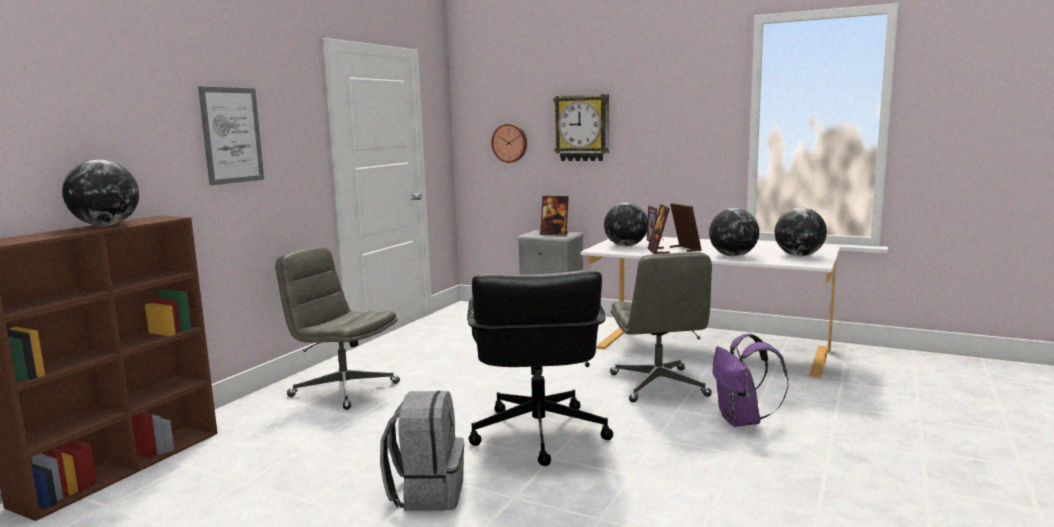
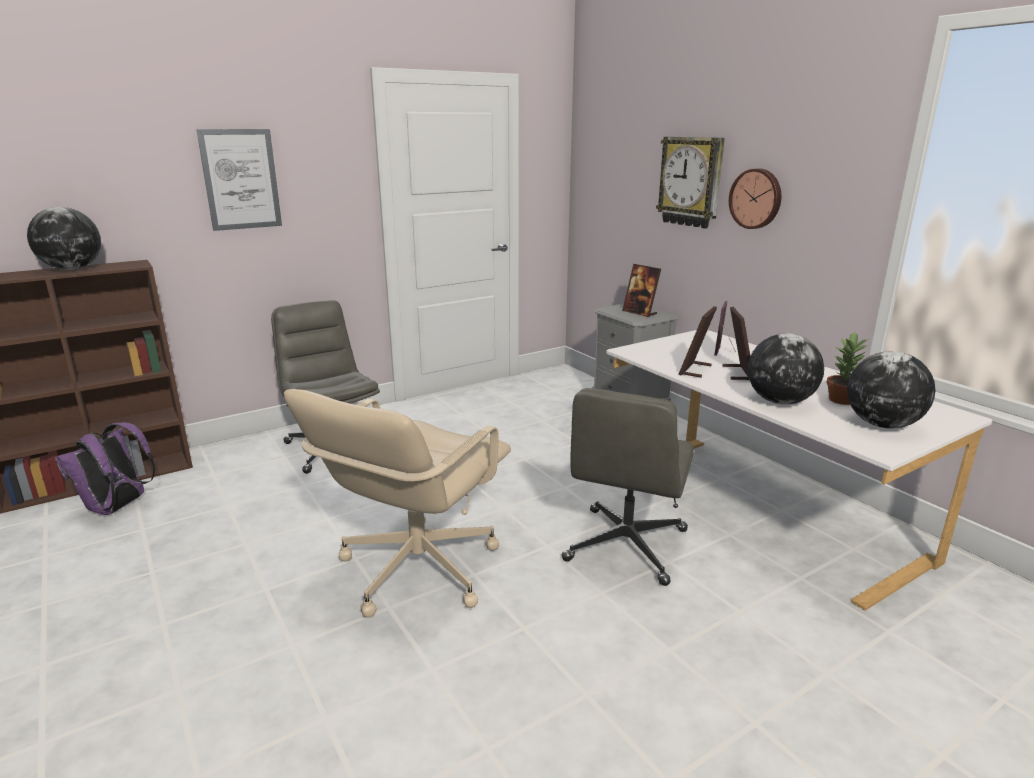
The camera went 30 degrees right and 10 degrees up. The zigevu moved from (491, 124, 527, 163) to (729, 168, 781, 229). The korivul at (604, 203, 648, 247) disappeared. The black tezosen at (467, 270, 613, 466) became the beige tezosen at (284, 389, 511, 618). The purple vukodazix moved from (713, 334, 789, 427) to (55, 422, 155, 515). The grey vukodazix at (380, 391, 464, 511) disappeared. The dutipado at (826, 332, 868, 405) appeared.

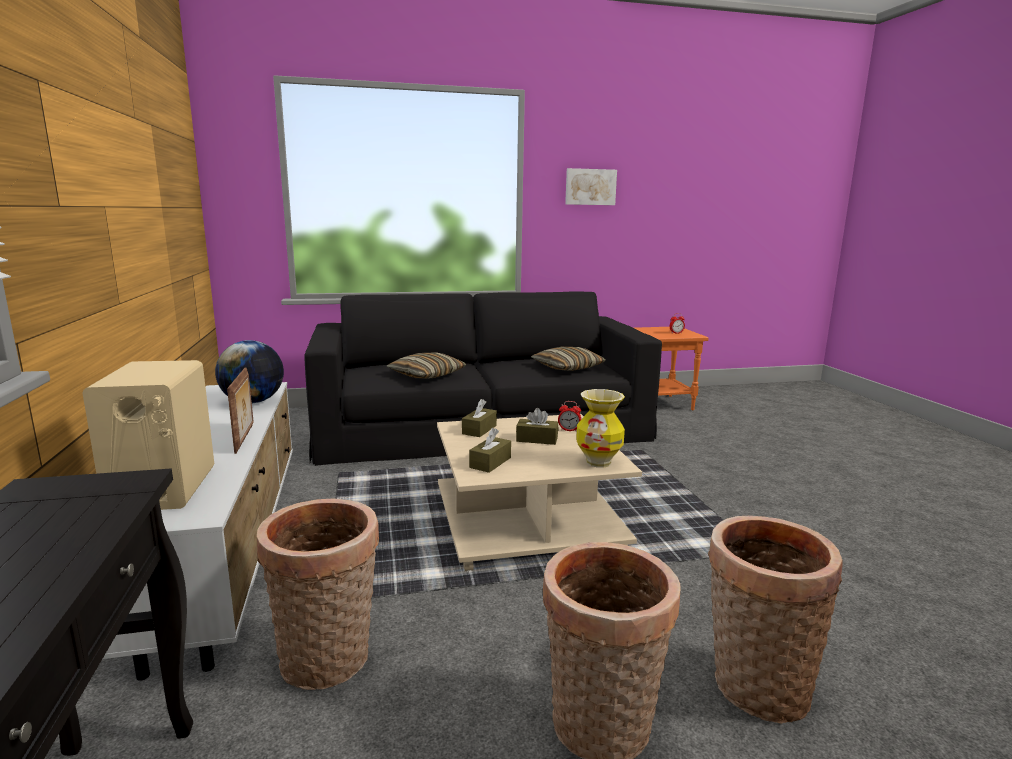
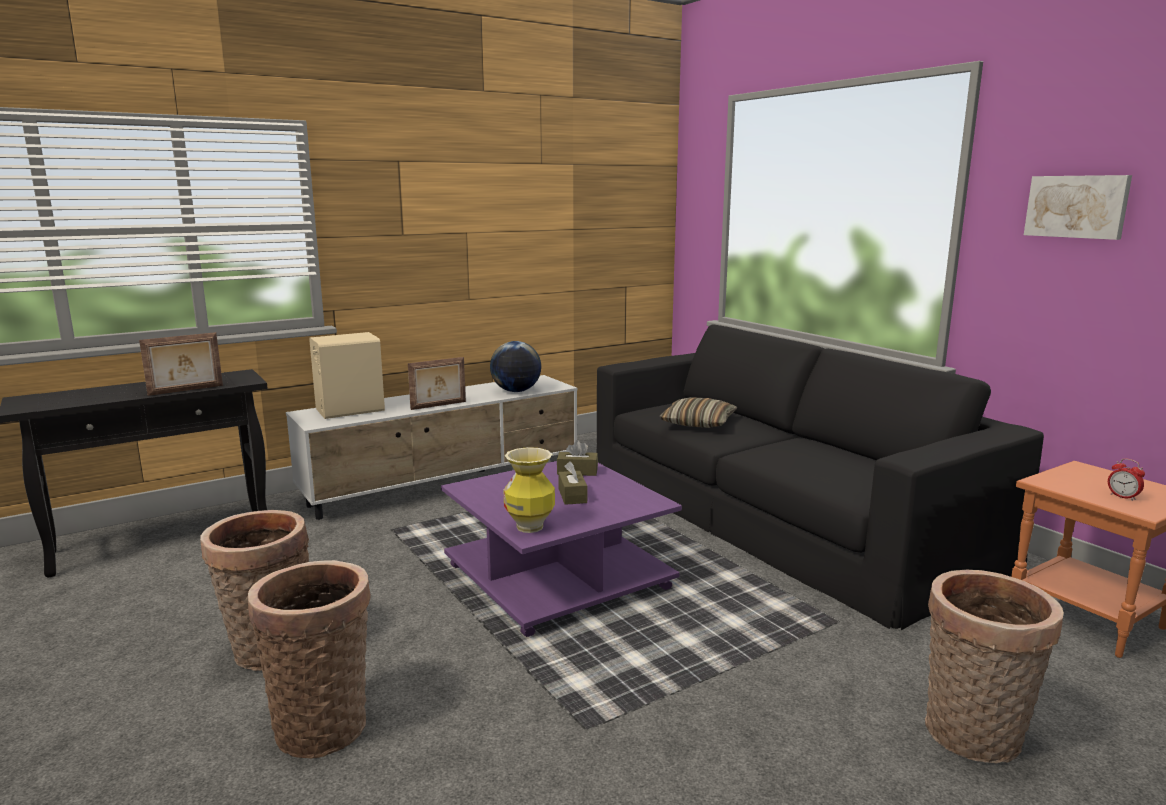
The camera went 70 degrees right and 0 degrees up. The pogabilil at (531, 347, 606, 371) disappeared. The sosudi at (558, 401, 581, 432) disappeared. The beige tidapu at (437, 414, 642, 571) became the purple tidapu at (441, 461, 682, 637). The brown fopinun at (469, 428, 511, 473) disappeared. The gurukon moved from (257, 499, 379, 690) to (925, 570, 1064, 764). The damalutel at (139, 332, 223, 396) appeared.

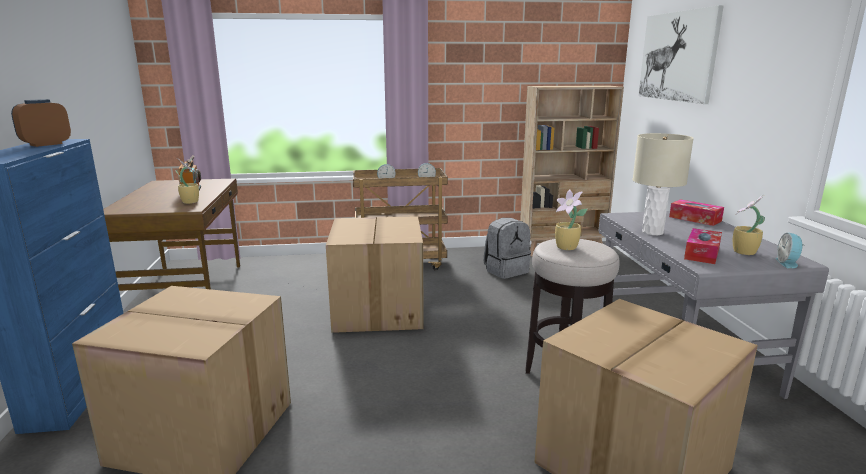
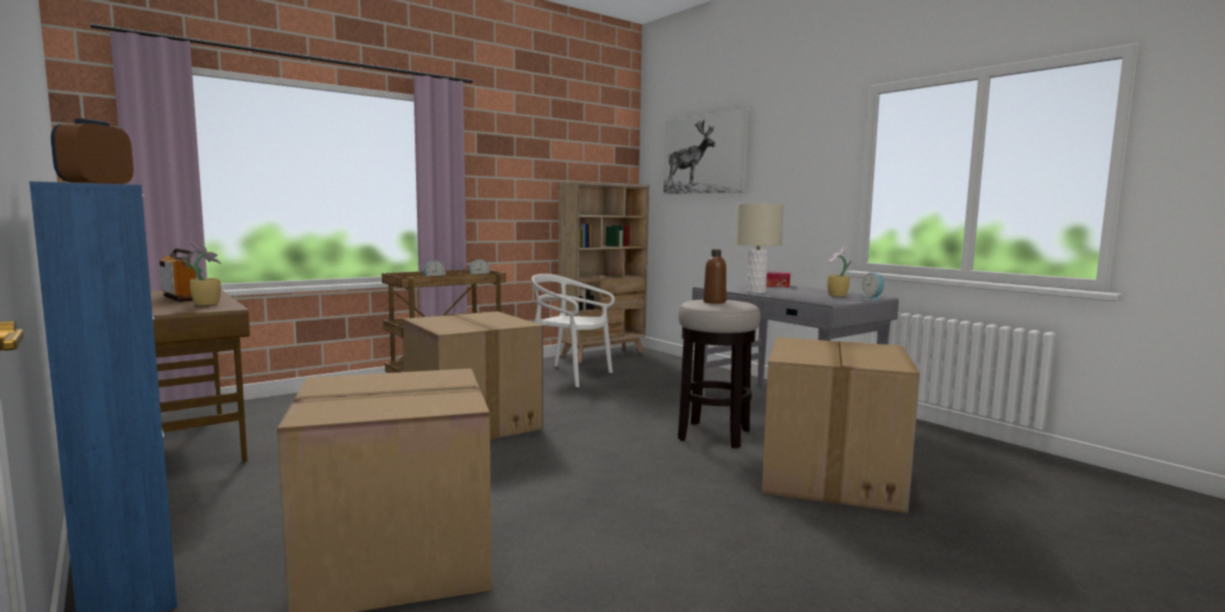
The camera went 30 degrees left and 10 degrees down. The dutipado at (555, 190, 588, 250) was replaced by the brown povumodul at (703, 249, 726, 304). The grey vukodazix at (484, 218, 531, 279) was replaced by the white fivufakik at (532, 274, 615, 388). The fopinun at (684, 228, 722, 264) disappeared.

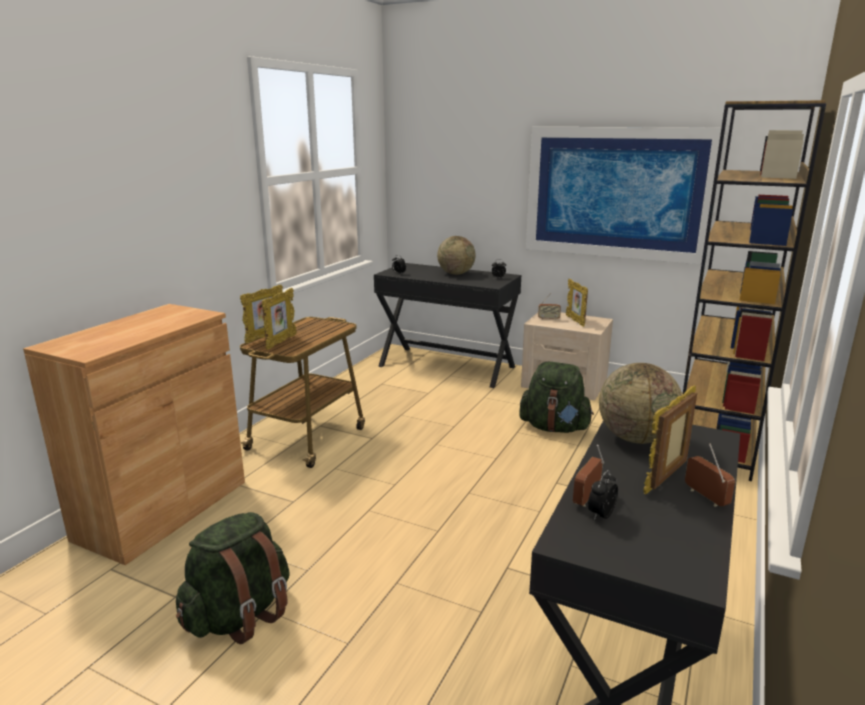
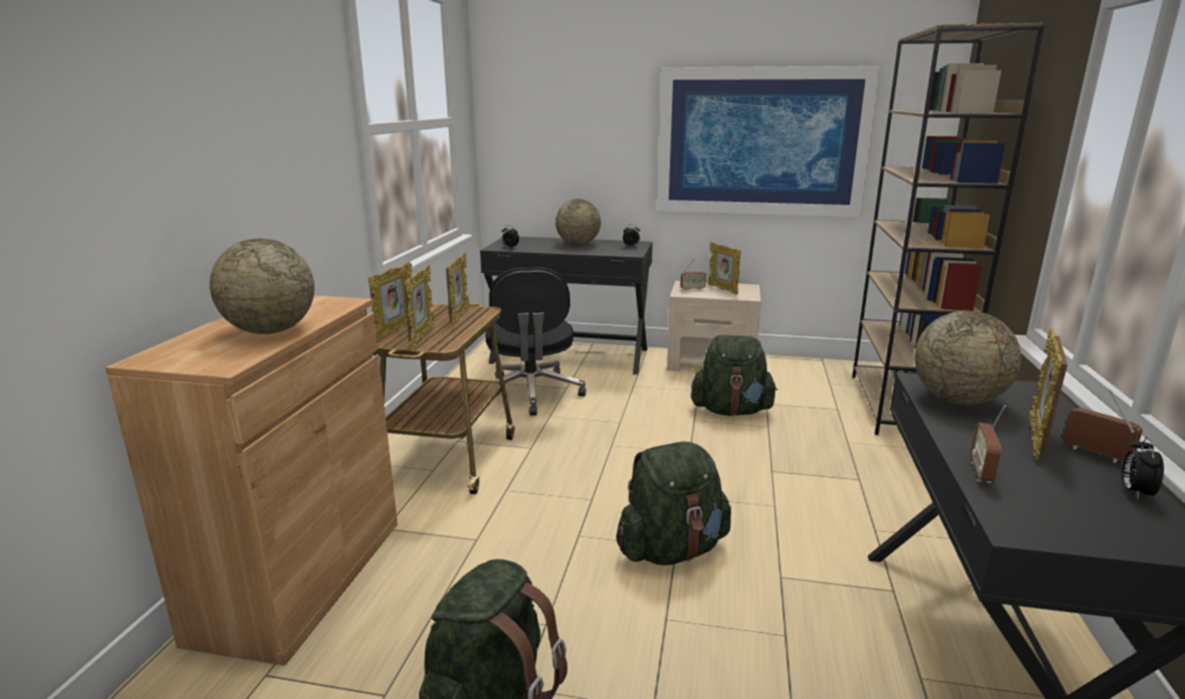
The camera went 15 degrees left and 0 degrees up. The sosudi moved from (588, 470, 618, 520) to (1122, 436, 1164, 500). The korivul at (210, 239, 315, 334) appeared. The damalutel at (446, 252, 469, 327) appeared. The black tezosen at (485, 267, 586, 416) appeared. The green vukodazix at (616, 442, 731, 565) appeared.

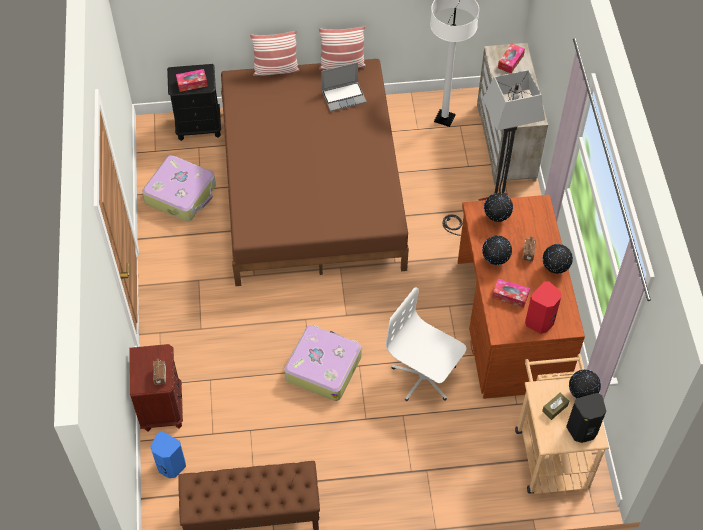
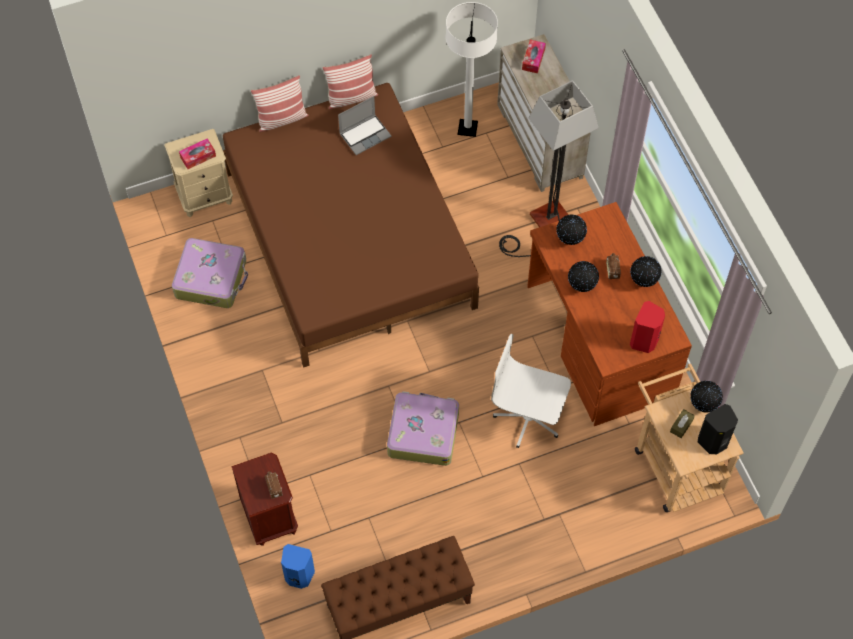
The camera went 15 degrees left and 5 degrees up. The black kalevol at (167, 64, 221, 141) became the beige kalevol at (164, 129, 233, 217). The fopinun at (492, 278, 530, 308) disappeared.

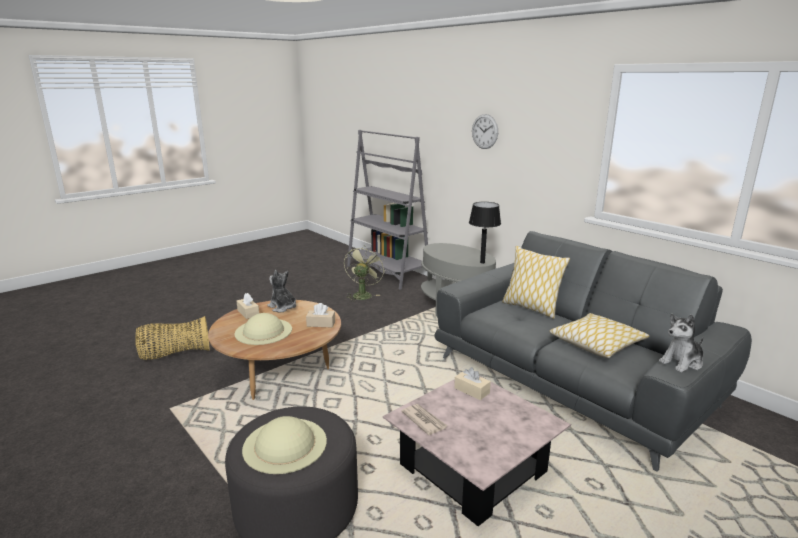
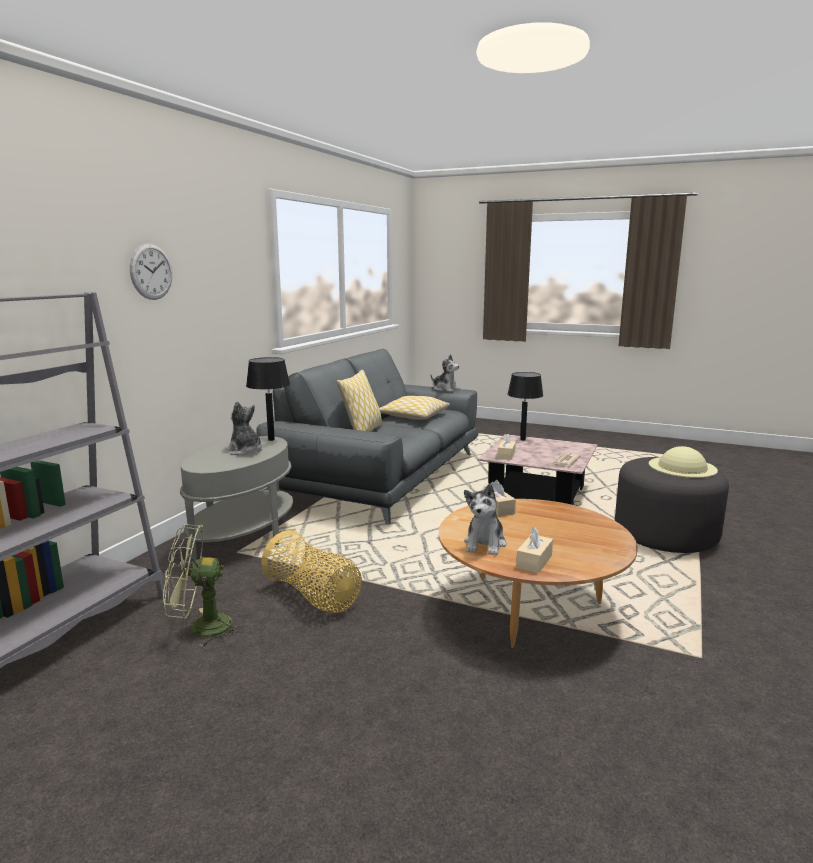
The camera went 115 degrees left and 5 degrees down. The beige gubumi at (234, 313, 292, 345) disappeared. The gurukon moved from (135, 316, 210, 360) to (261, 530, 362, 613). The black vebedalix at (507, 372, 543, 441) appeared. The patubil at (227, 401, 263, 456) appeared.

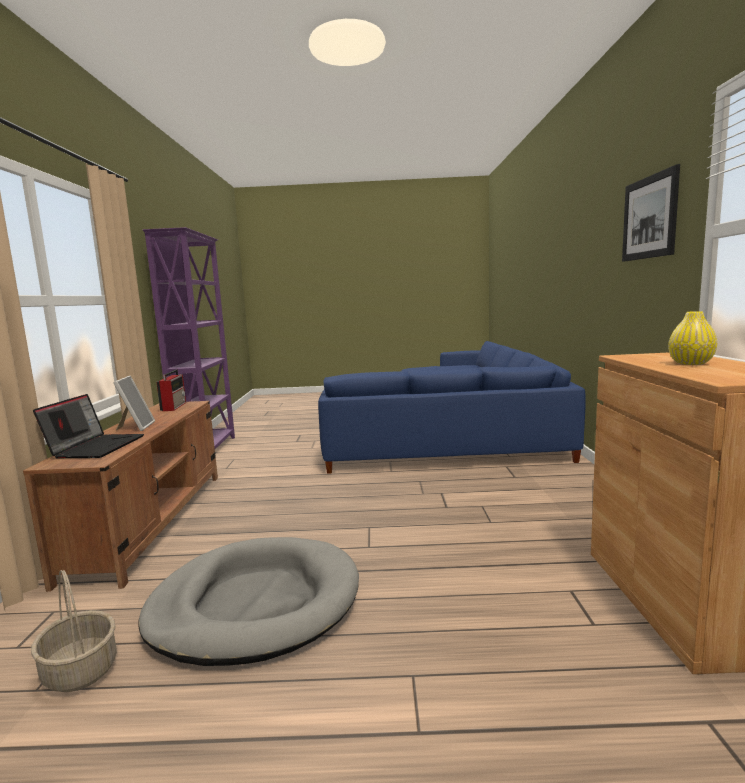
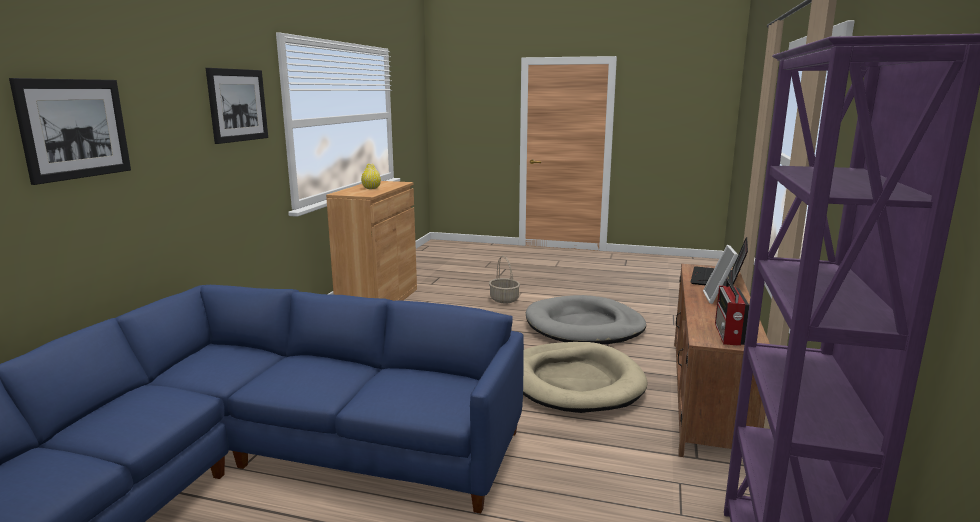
The camera went 165 degrees left and 5 degrees up. The gurukon moved from (31, 570, 117, 692) to (489, 256, 520, 304). The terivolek at (9, 78, 131, 185) appeared. The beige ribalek at (523, 342, 648, 413) appeared.

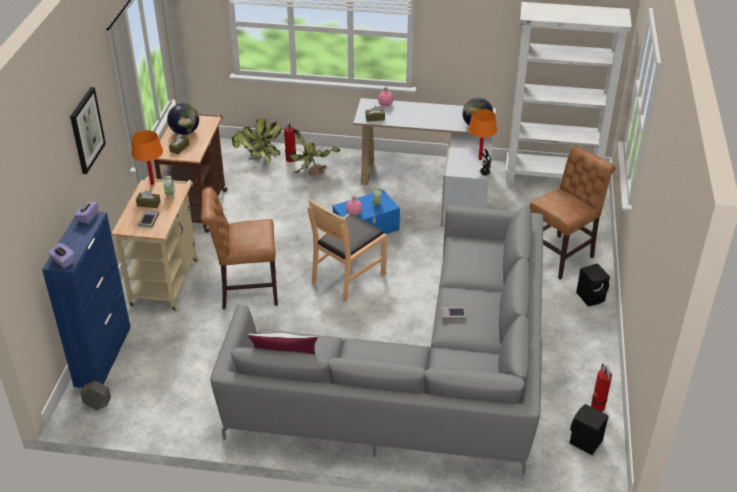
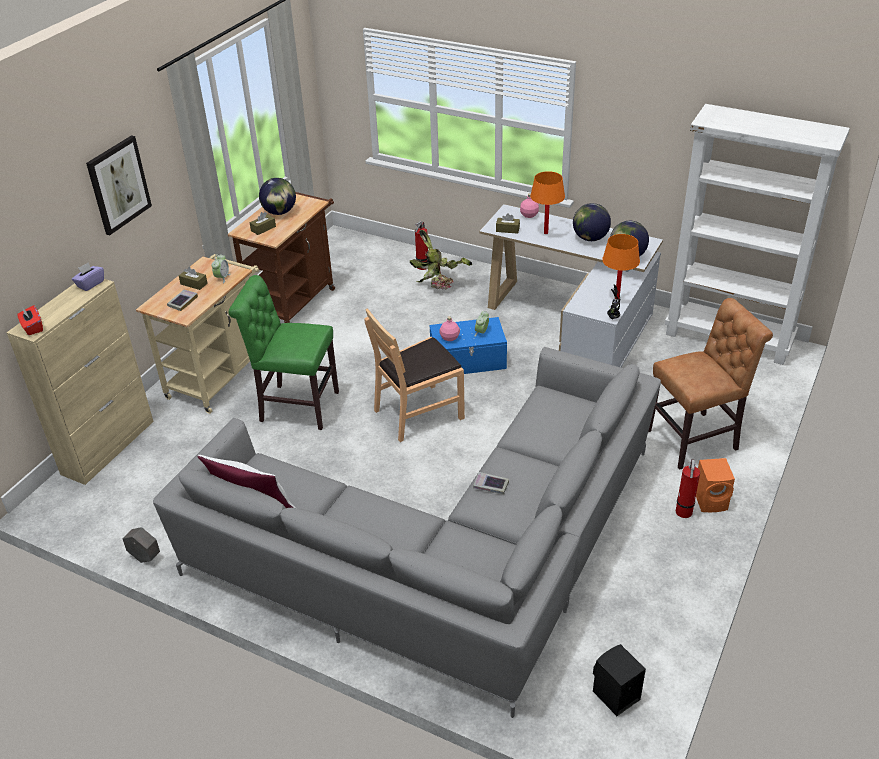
The camera went 20 degrees right and 0 degrees up. The dutipado at (232, 118, 281, 163) disappeared. The orange vebedalix moved from (131, 130, 163, 185) to (530, 171, 565, 234). The brown fivufakik at (201, 187, 278, 309) became the green fivufakik at (229, 275, 339, 430). The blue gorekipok at (42, 211, 131, 388) became the beige gorekipok at (6, 279, 154, 485). The purple fopinun at (48, 243, 75, 268) became the red fopinun at (17, 305, 43, 335). The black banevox at (576, 263, 610, 306) became the orange banevox at (696, 458, 735, 512). The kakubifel moved from (591, 364, 612, 412) to (676, 459, 700, 518). The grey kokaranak moved from (80, 381, 111, 410) to (123, 527, 160, 563). The korivul at (573, 203, 611, 241) appeared.

